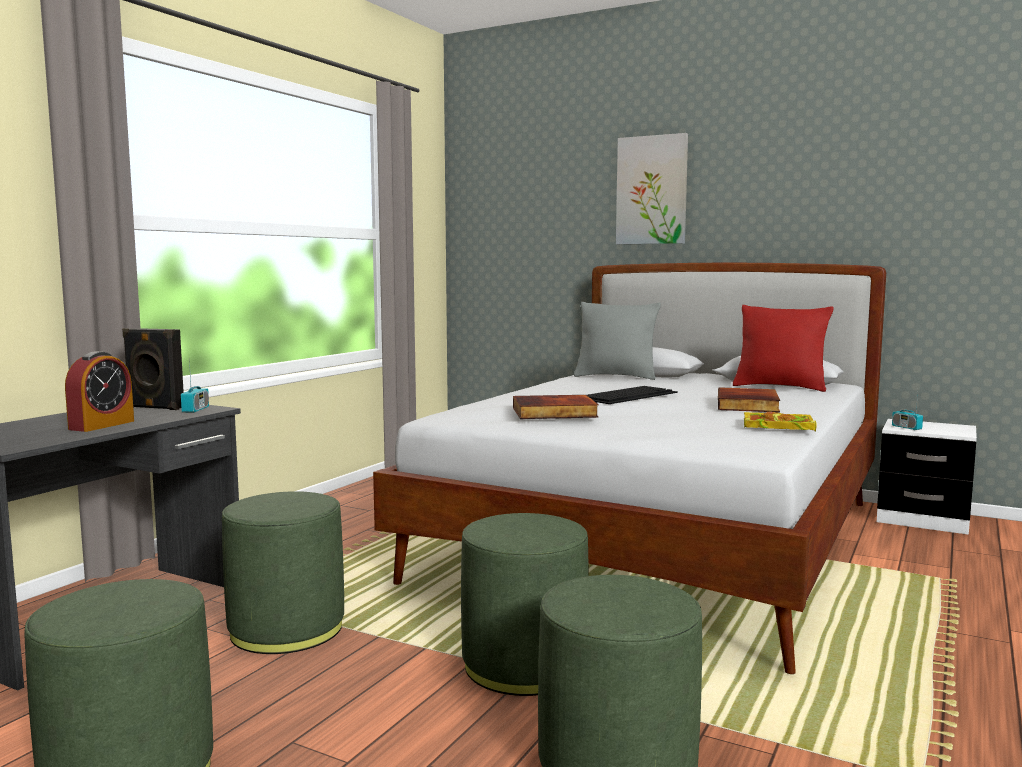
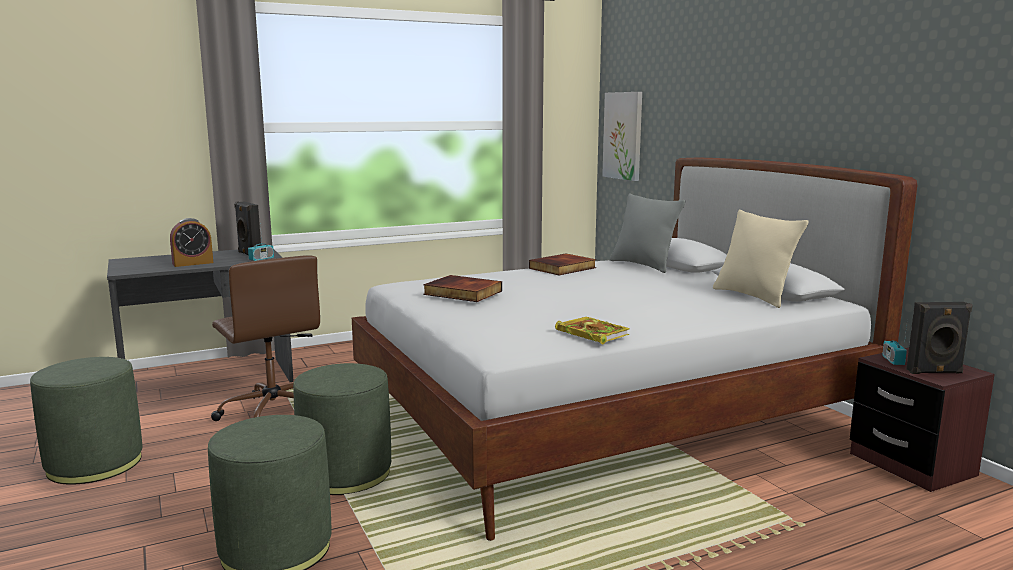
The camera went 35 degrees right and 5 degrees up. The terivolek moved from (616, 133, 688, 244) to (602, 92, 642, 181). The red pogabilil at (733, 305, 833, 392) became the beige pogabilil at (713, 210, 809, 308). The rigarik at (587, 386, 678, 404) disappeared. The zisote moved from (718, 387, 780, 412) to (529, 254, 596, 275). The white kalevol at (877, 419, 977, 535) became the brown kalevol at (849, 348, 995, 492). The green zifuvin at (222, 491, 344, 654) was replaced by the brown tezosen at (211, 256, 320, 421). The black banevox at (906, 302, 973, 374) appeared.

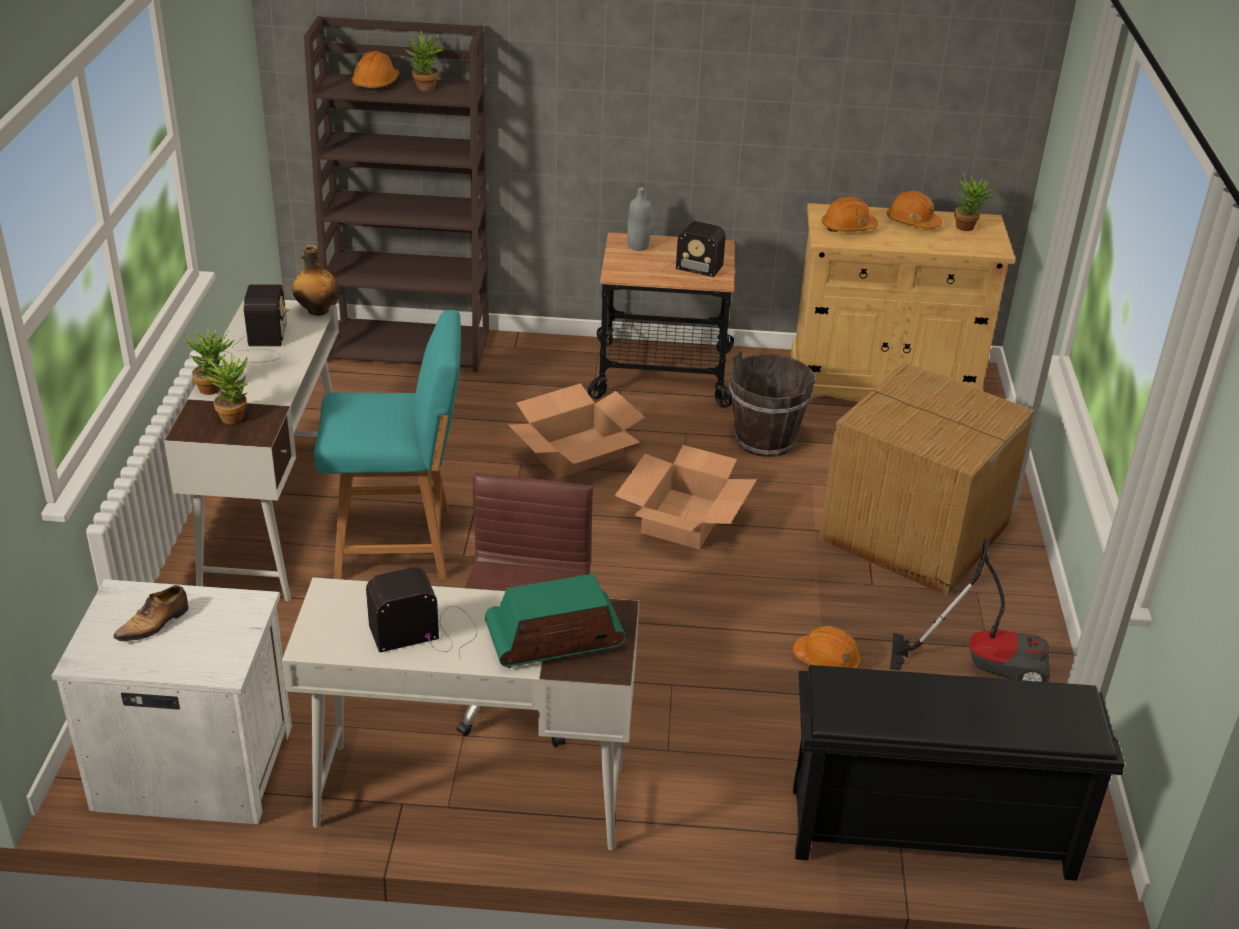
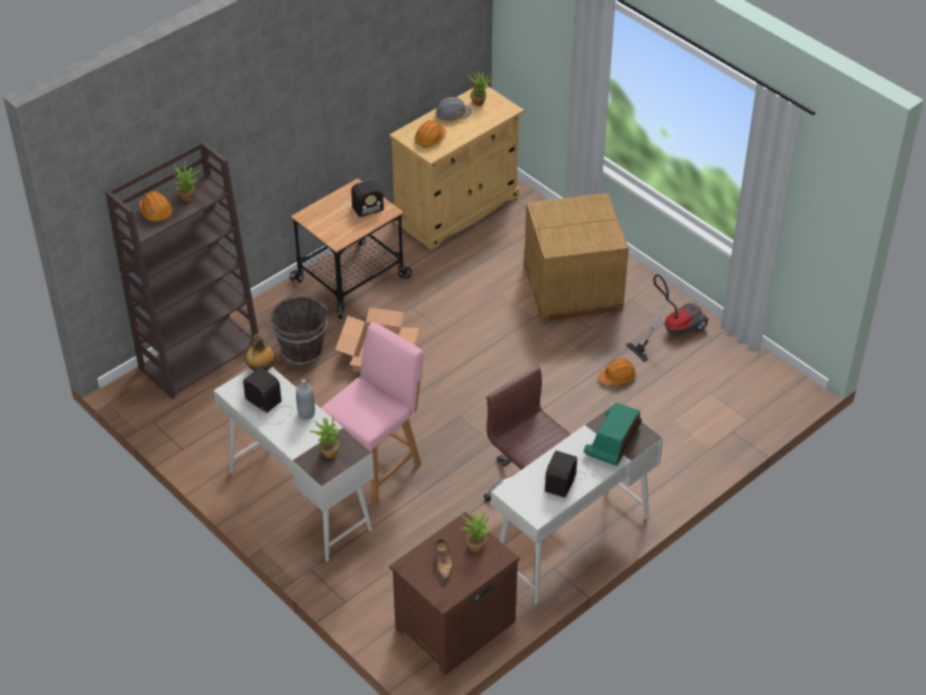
The camera went 45 degrees left and 10 degrees up. The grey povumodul moved from (627, 187, 652, 251) to (296, 379, 315, 420). The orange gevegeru at (887, 191, 942, 229) became the grey gevegeru at (435, 97, 472, 121). The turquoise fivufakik at (314, 310, 461, 579) became the pink fivufakik at (321, 322, 424, 505). The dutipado moved from (181, 329, 234, 395) to (460, 509, 491, 552). The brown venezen moved from (729, 350, 816, 457) to (269, 296, 328, 366). The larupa at (615, 445, 757, 549) disappeared. The white kalevol at (52, 579, 292, 824) became the brown kalevol at (389, 512, 519, 675). The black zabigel at (793, 665, 1125, 881) disappeared.

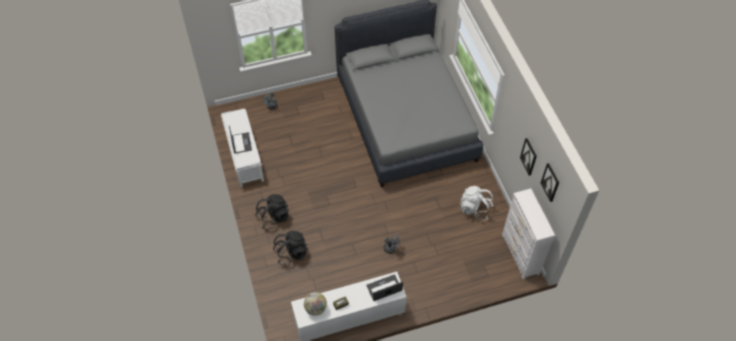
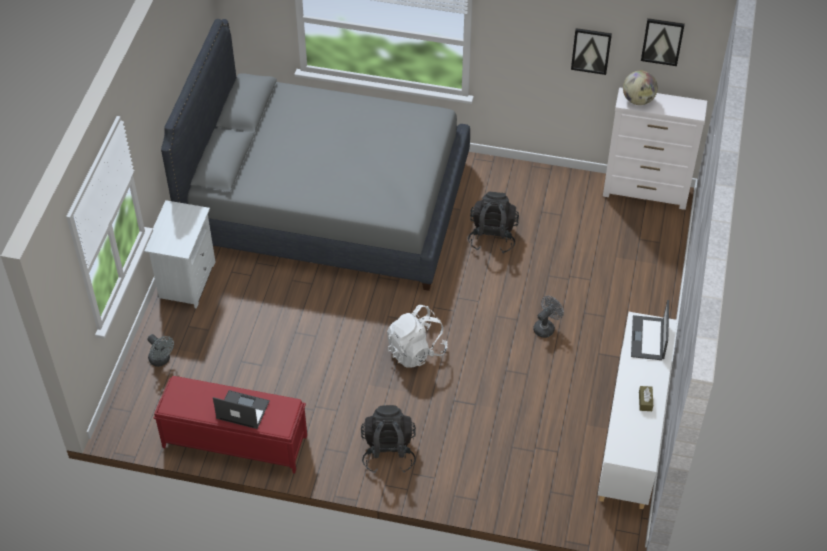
The camera went 60 degrees left and 5 degrees down. The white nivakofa at (221, 109, 264, 187) became the red nivakofa at (154, 376, 307, 474). The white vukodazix moved from (459, 186, 494, 220) to (387, 305, 447, 367). The black vukodazix moved from (272, 231, 308, 266) to (468, 191, 519, 254). The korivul moved from (304, 292, 327, 315) to (623, 71, 658, 105). The white kalevol at (144, 200, 215, 309) appeared.

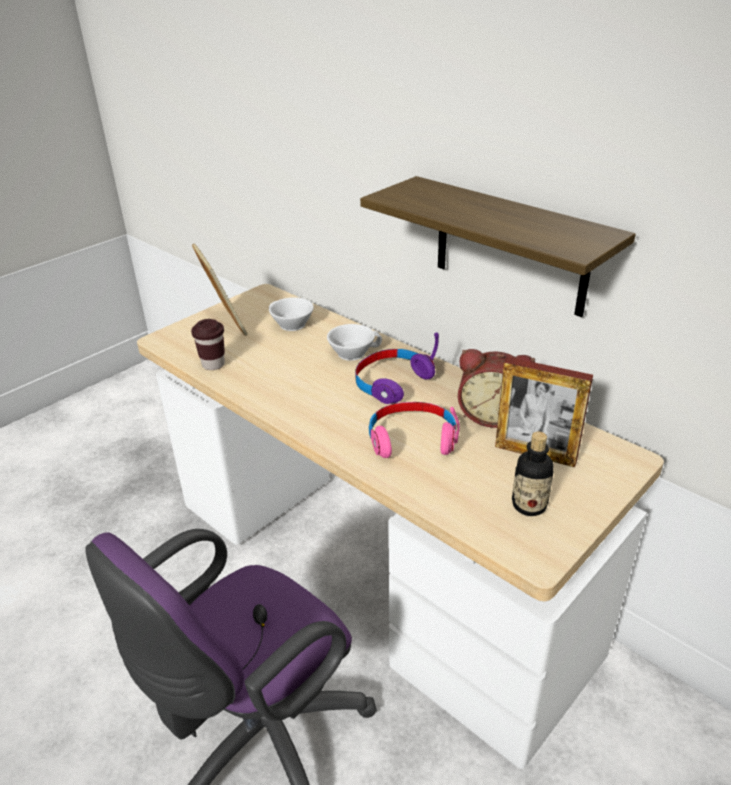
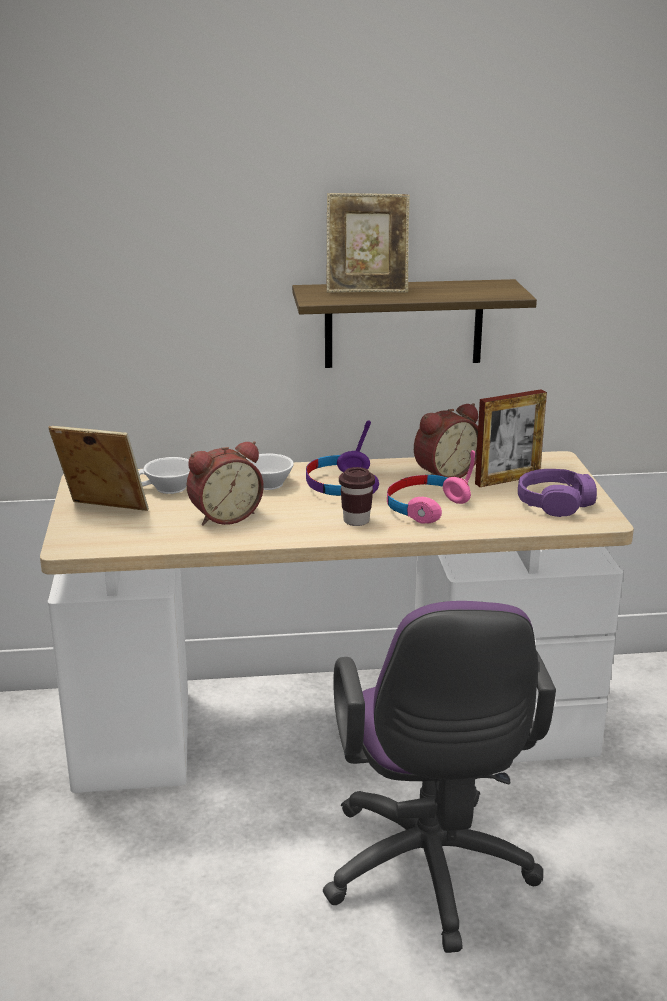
The camera went 50 degrees left and 10 degrees down. The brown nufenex moved from (191, 319, 225, 370) to (339, 467, 375, 526). The povumodul at (512, 432, 554, 516) was replaced by the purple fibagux at (518, 469, 597, 517). The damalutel at (327, 193, 410, 293) appeared. The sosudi at (187, 441, 264, 526) appeared.

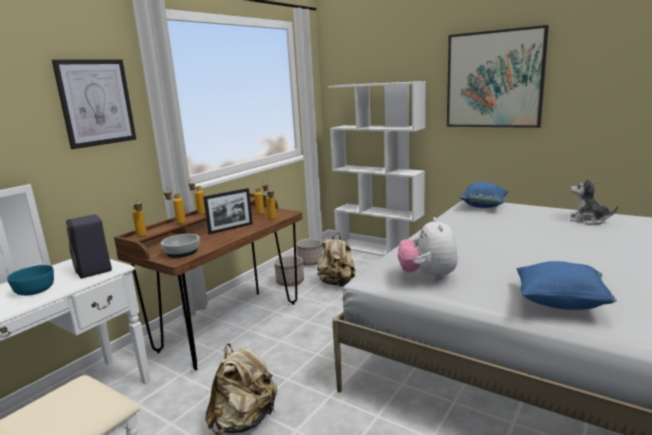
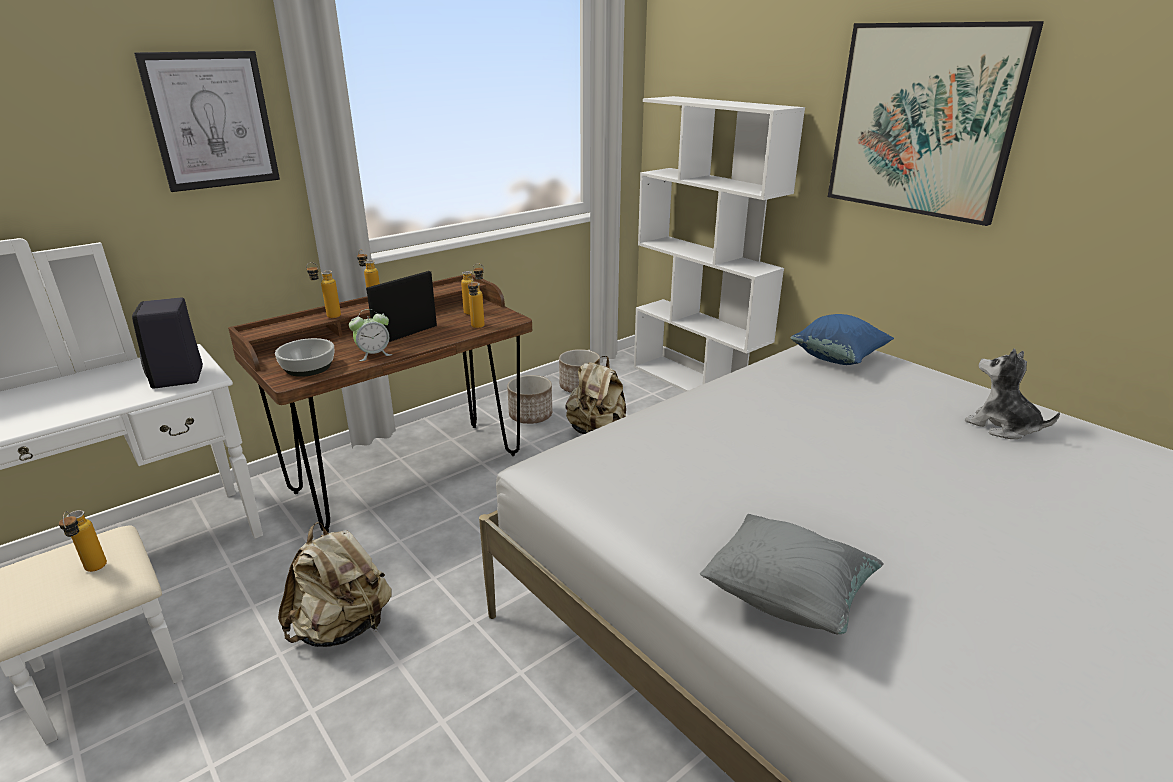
The camera went 15 degrees right and 10 degrees up. The damalutel at (203, 188, 253, 234) turned 150 degrees clockwise. The povumodul moved from (132, 199, 147, 237) to (59, 510, 107, 572). The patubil at (398, 217, 458, 281) disappeared. The blue pogabilil at (517, 261, 617, 310) became the grey pogabilil at (700, 514, 884, 634). The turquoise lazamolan at (7, 265, 54, 296) disappeared. The sosudi at (349, 309, 392, 361) appeared.

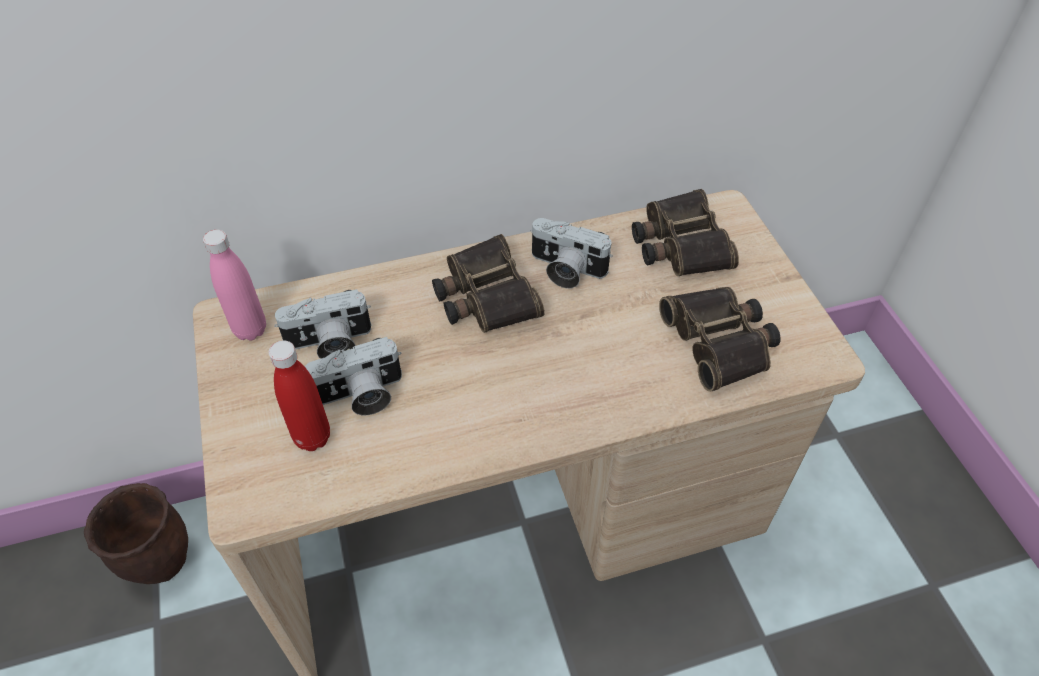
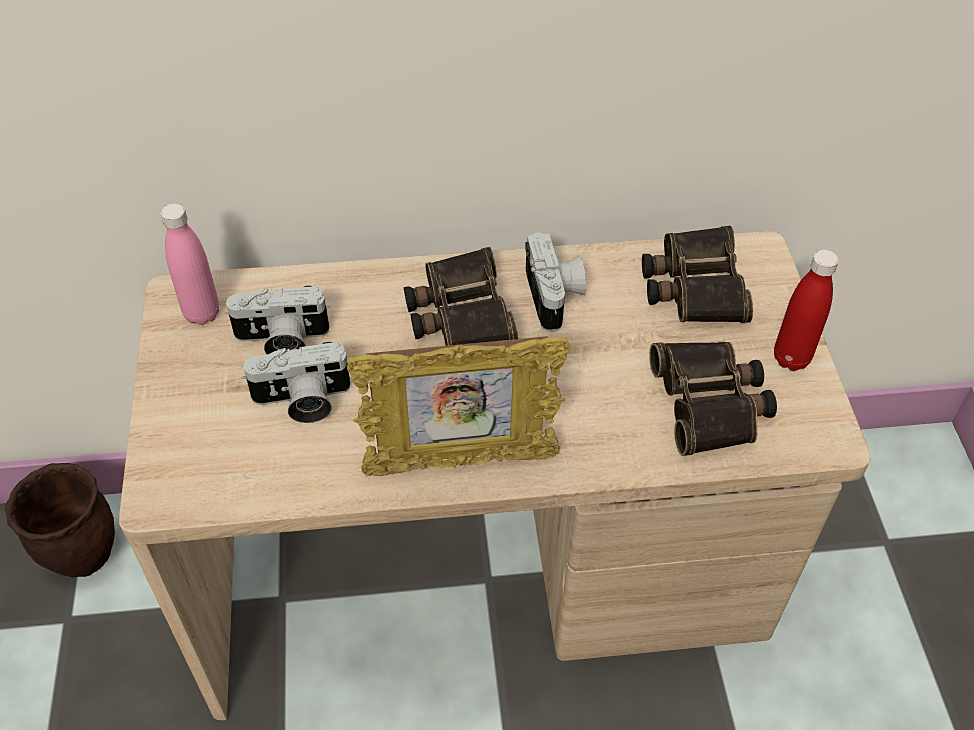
The camera went 10 degrees right and 0 degrees up. The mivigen at (530, 218, 613, 289) turned 135 degrees counterclockwise. The red povumodul moved from (269, 340, 330, 451) to (774, 249, 839, 371). The damalutel at (347, 336, 570, 477) appeared.

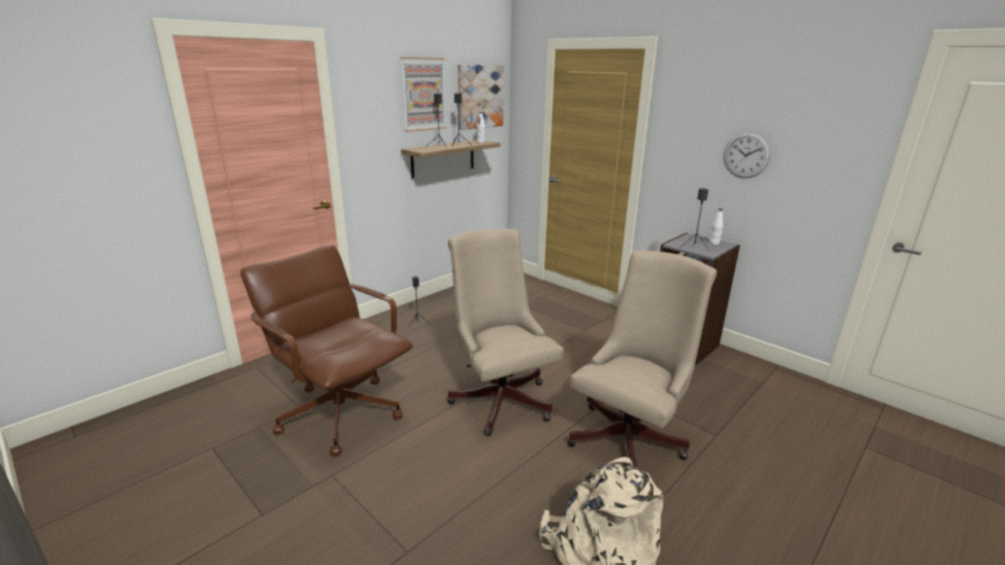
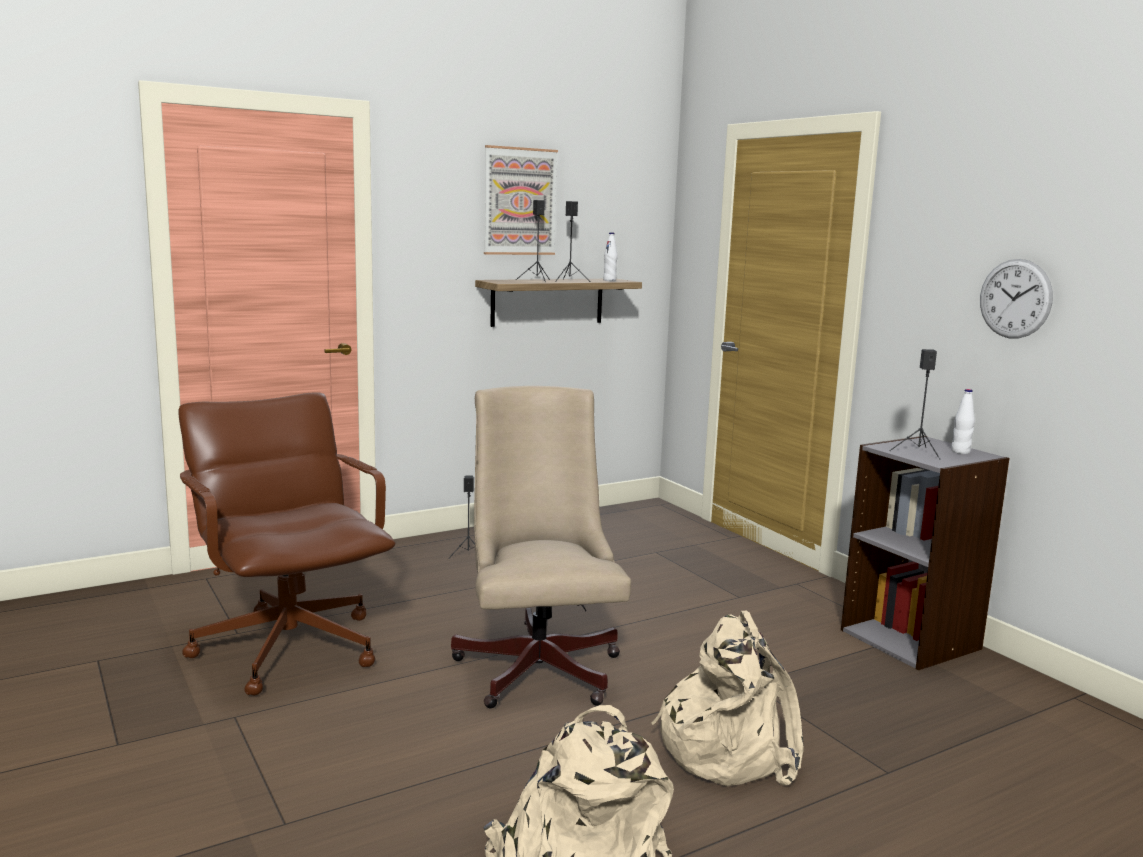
The camera went 15 degrees right and 10 degrees down. The terivolek at (458, 65, 504, 130) disappeared. The beige tezosen at (567, 250, 717, 470) was replaced by the beige vukodazix at (651, 610, 804, 786).

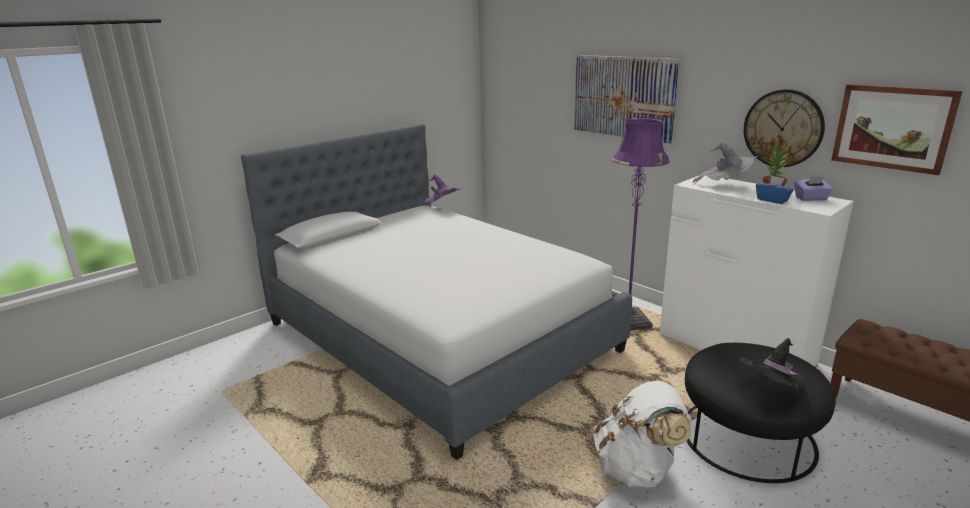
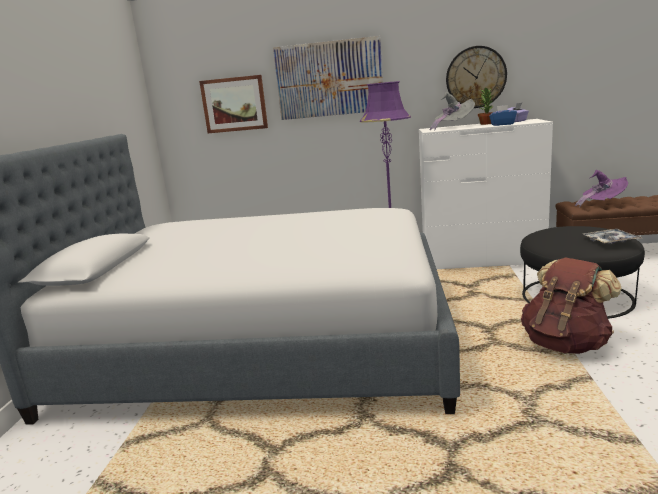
The camera went 40 degrees left and 5 degrees down. The terivolek moved from (831, 84, 962, 175) to (199, 75, 268, 133). The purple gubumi moved from (422, 175, 462, 205) to (575, 170, 628, 208). The black gubumi at (739, 338, 805, 388) was replaced by the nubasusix at (583, 229, 642, 244). The white vukodazix at (594, 380, 691, 487) became the brown vukodazix at (521, 257, 622, 354).

